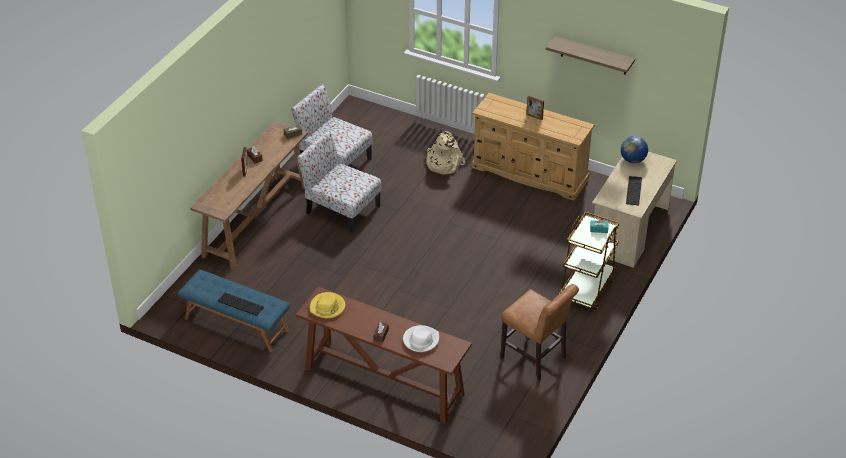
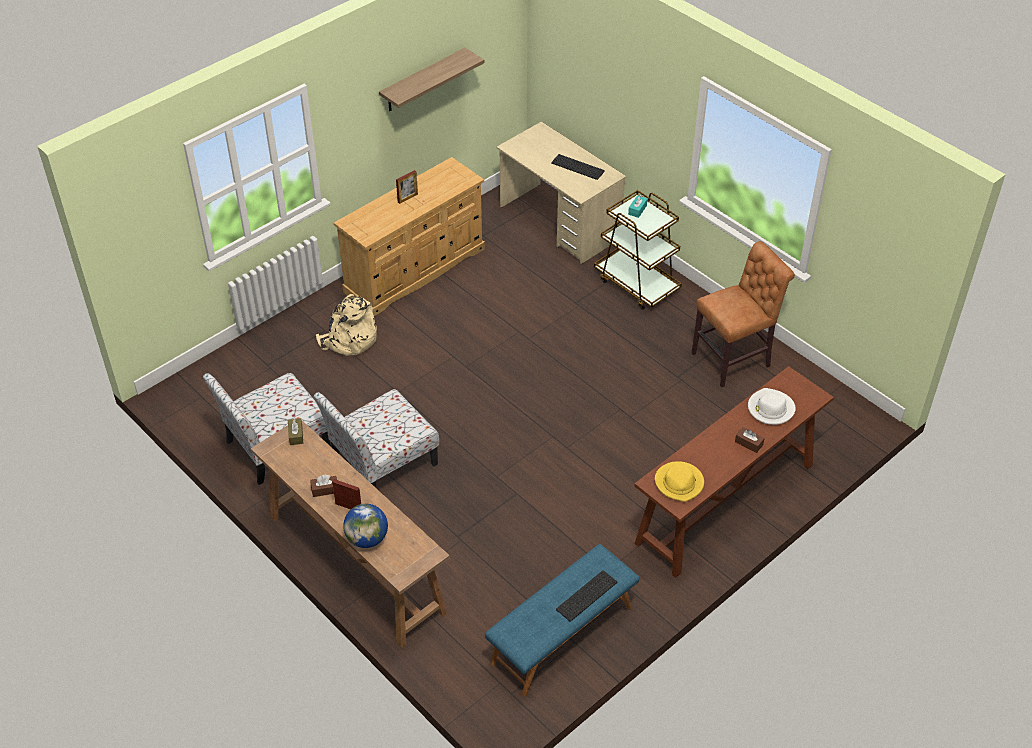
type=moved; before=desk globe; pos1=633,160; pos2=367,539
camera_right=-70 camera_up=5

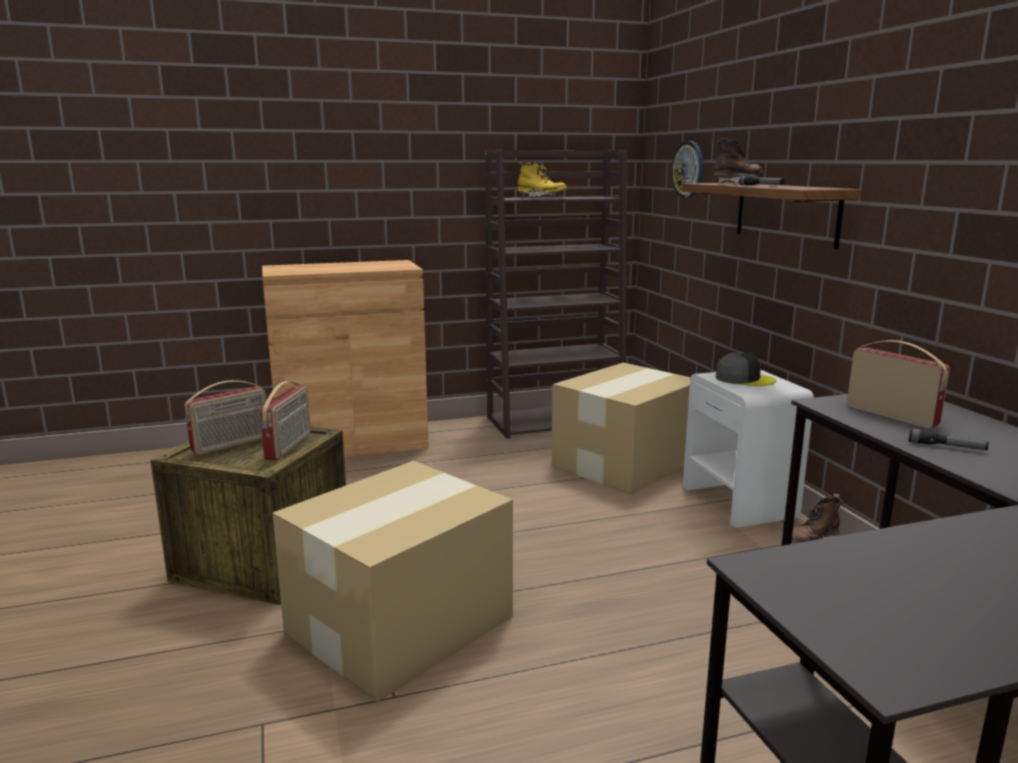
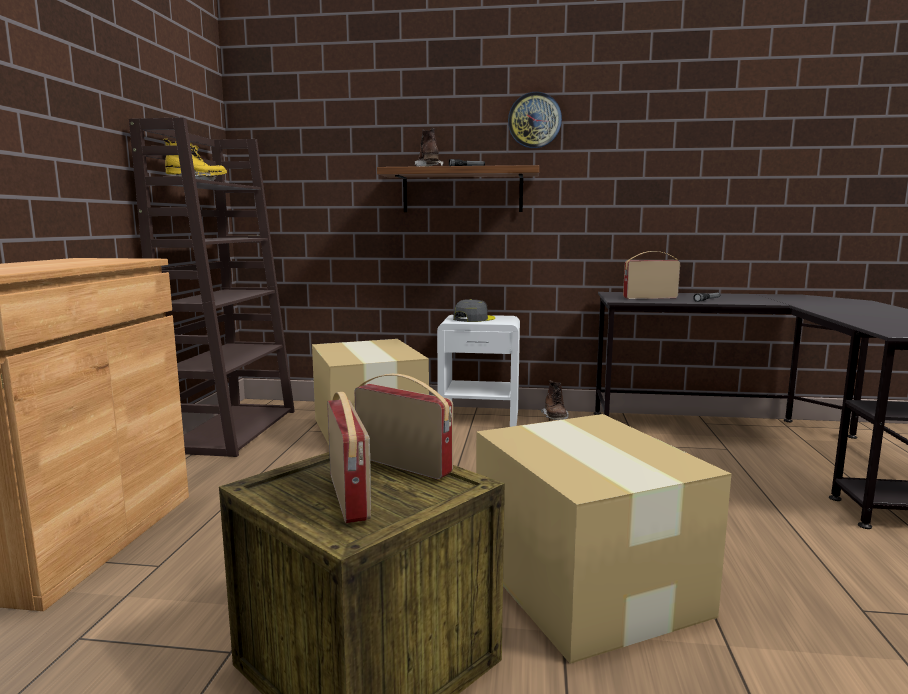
type=moved; before=hanging clock; pos1=688,169; pos2=534,120
camera_right=-65 camera_up=-5

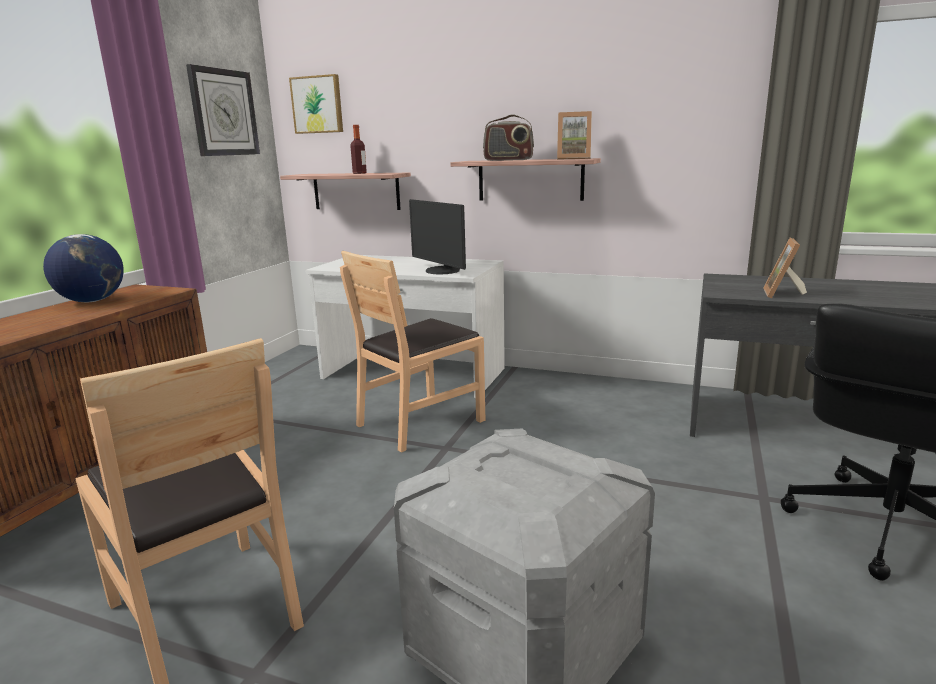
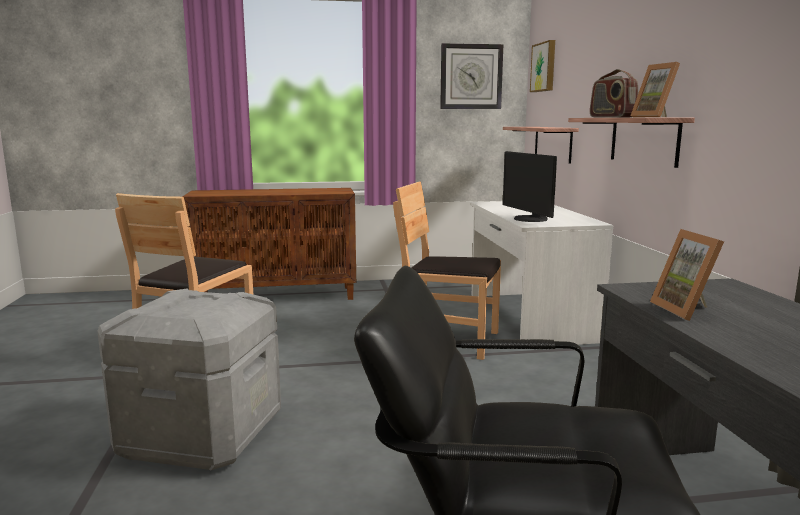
type=turned; before=computer screen; pos1=441,271; pos2=529,219; turn=-45
type=turned; before=photo frame; pos1=783,294; pos2=687,310; turn=-90
type=removed; before=desk globe; pos1=92,301
type=removed; before=bottle; pos1=359,173
camera_right=60 camera_up=-5

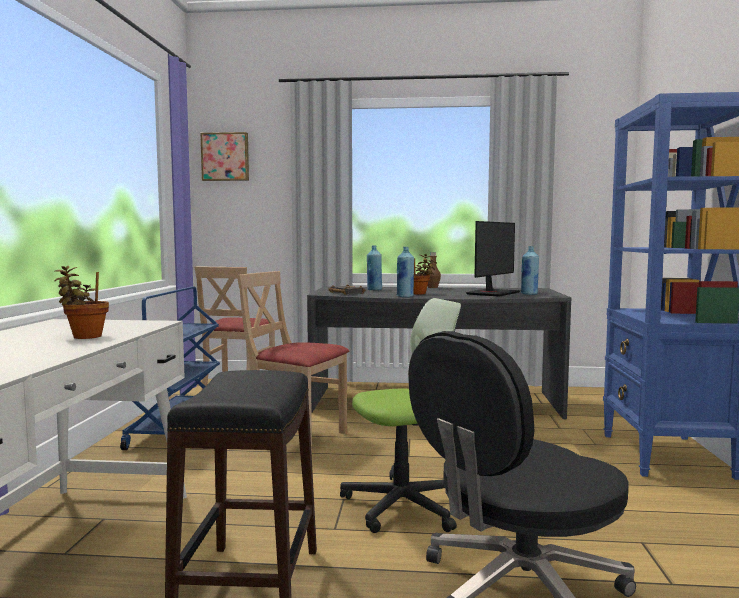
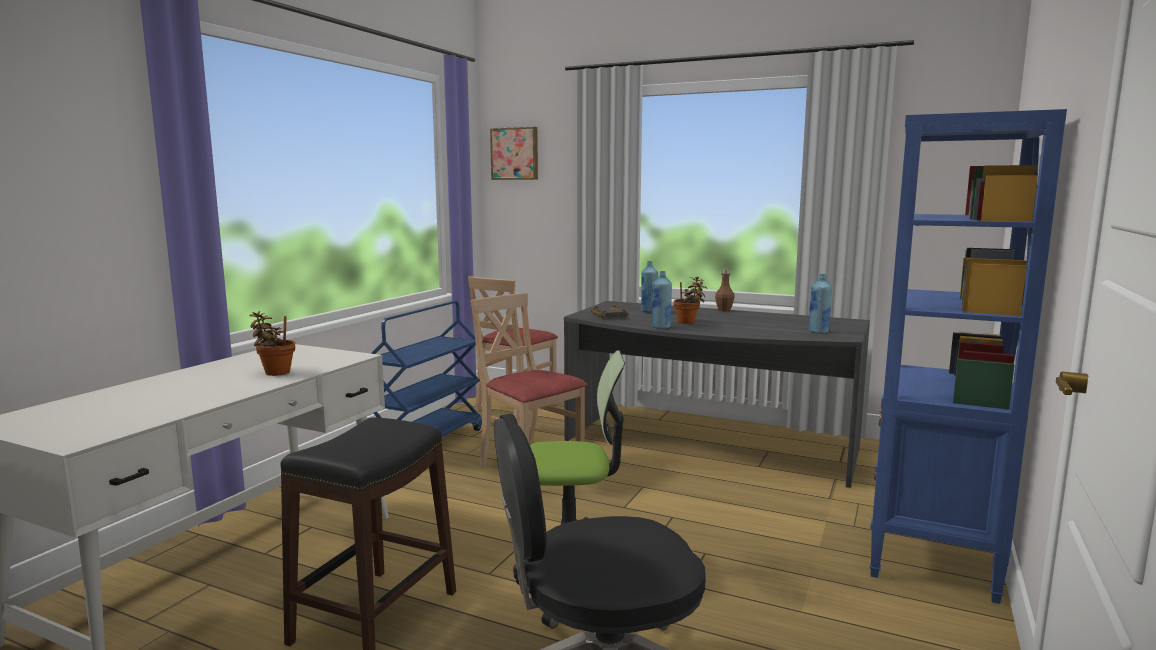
type=removed; before=computer screen; pos1=492,293
camera_right=20 camera_up=5

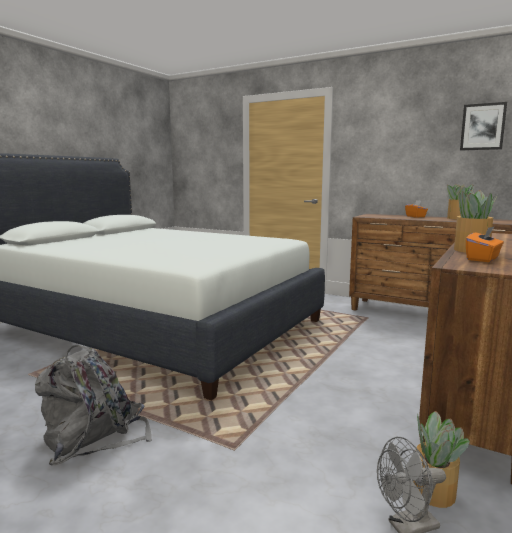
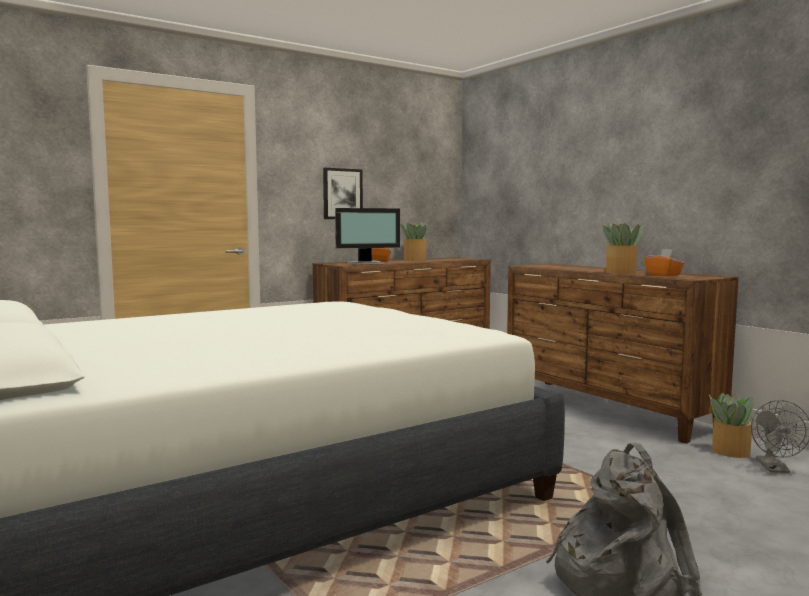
type=moved; before=picture; pos1=483,127; pos2=342,194
type=added; after=computer screen; pos2=366,263
camera_right=-65 camera_up=-5

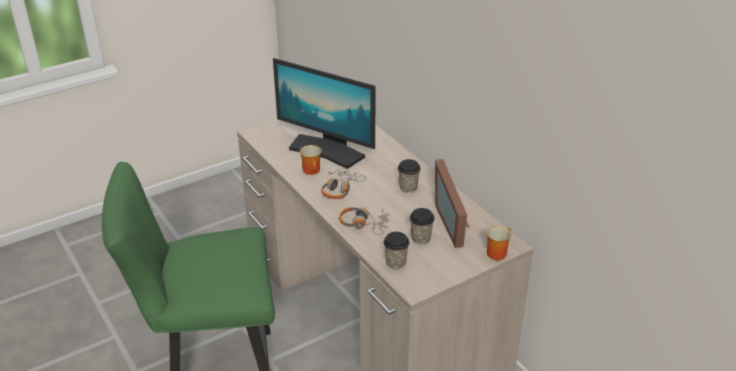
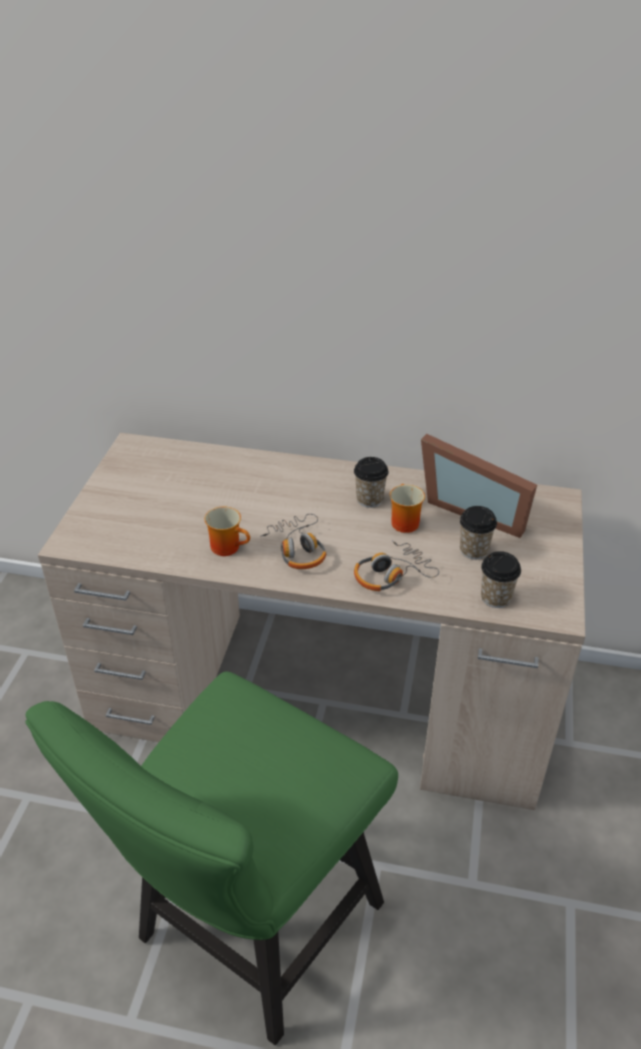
type=moved; before=mug; pos1=496,252; pos2=402,522
type=removed; before=computer screen; pos1=327,151
camera_right=-45 camera_up=5

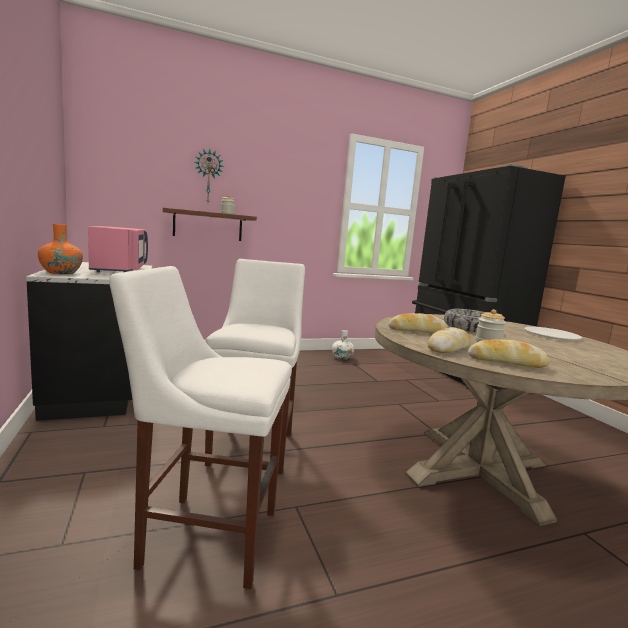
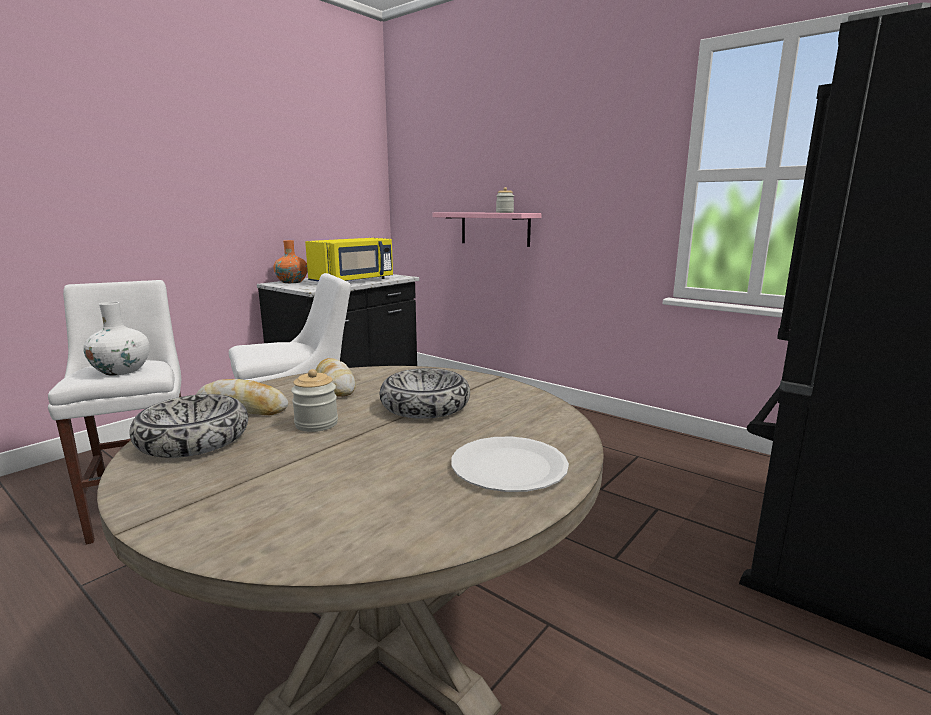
type=moved; before=whitish vase; pos1=342,357; pos2=121,371
type=replaced; before=baked bread; after=bowl; pos1=506,362; pos2=193,440
type=recoloured; before=pink-coloured kitchen microwave; after=yellow-coloured kitchen microwave; pos1=120,269; pos2=354,281
type=recoloured; before=brown bracket shelf; after=pink-coloured bracket shelf; pos1=208,225; pos2=495,228
type=removed; before=hanging clock; pos1=208,176
camera_right=60 camera_up=5

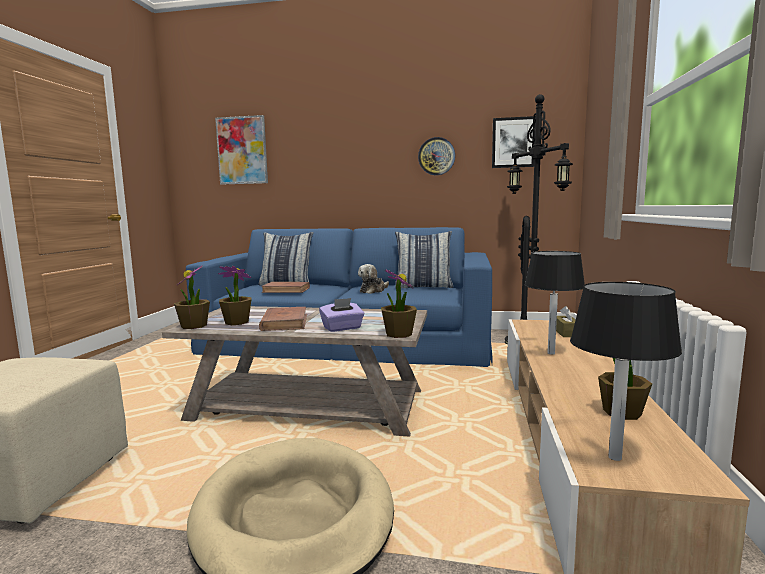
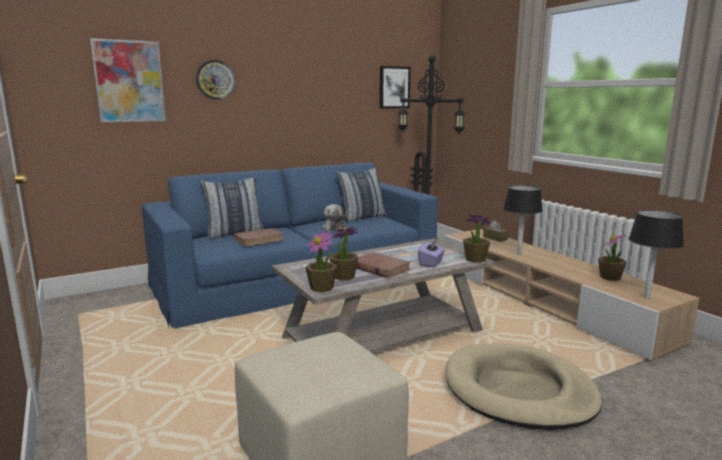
type=moved; before=hanging clock; pos1=436,156; pos2=215,80
camera_right=-40 camera_up=5

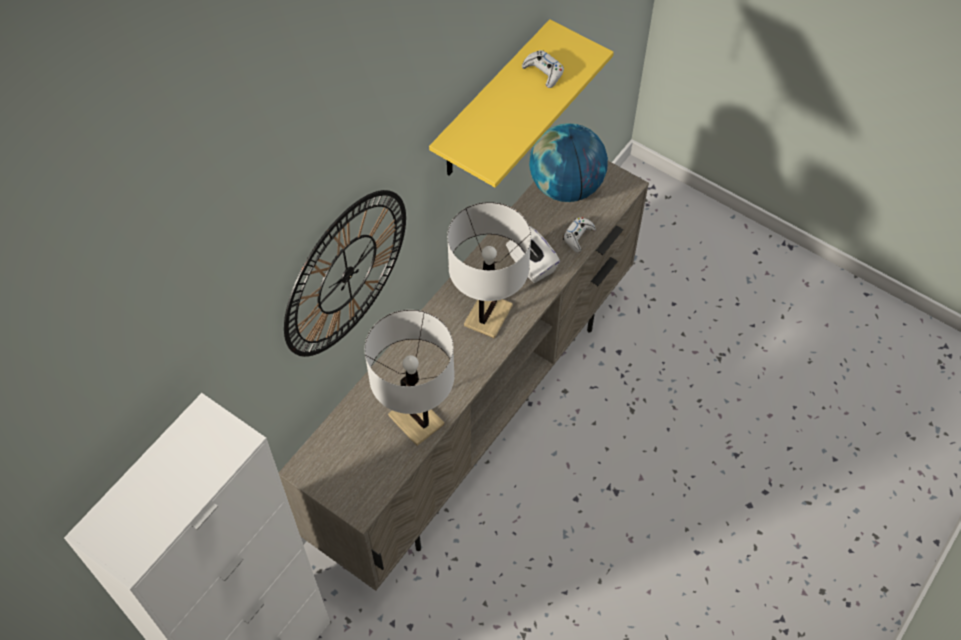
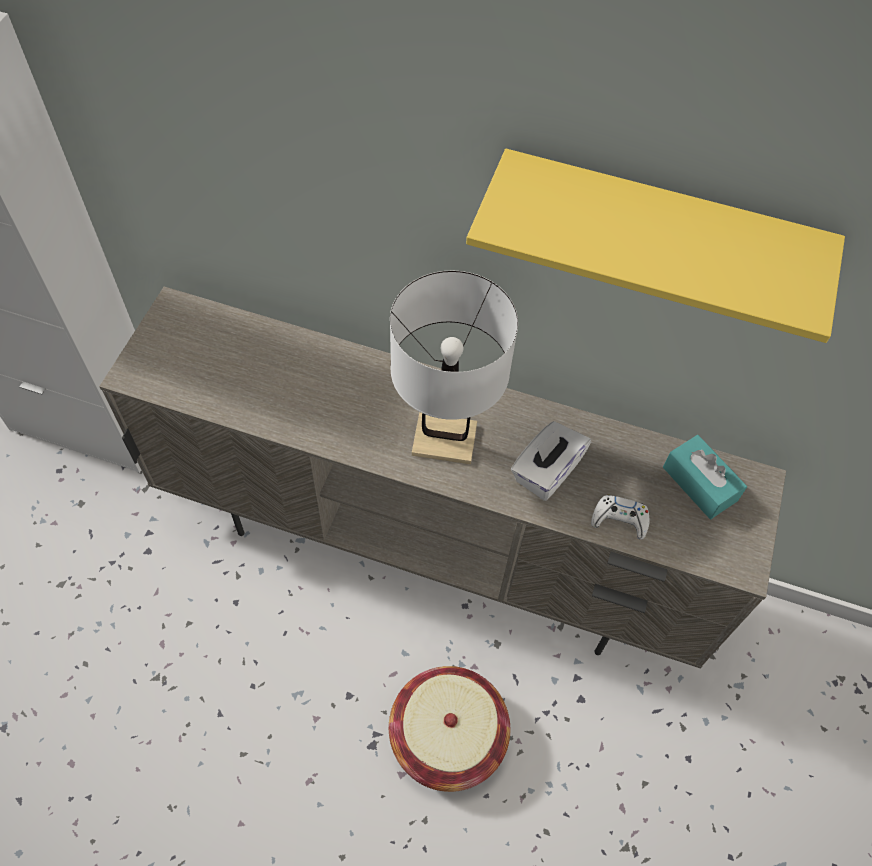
type=added; after=storage basket; pos2=447,736
type=replaced; before=desk globe; after=turquoise tissue holder; pos1=566,186; pos2=699,484
type=removed; before=hanging clock; pos1=346,274
type=removed; before=whitish table lamp; pos1=416,420
type=removed; before=whitish game controller; pos1=543,72
camera_right=70 camera_up=0

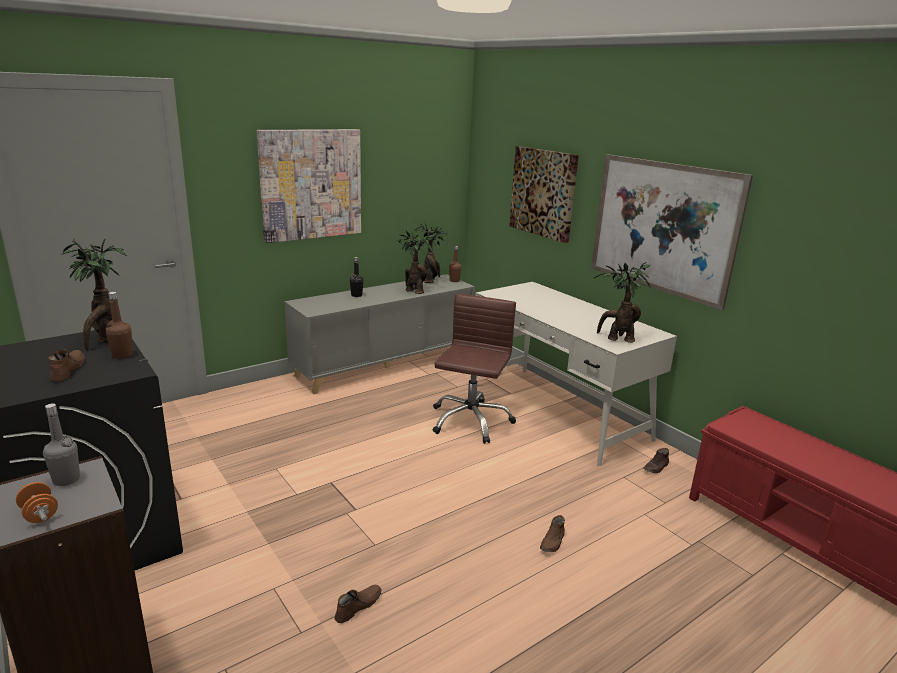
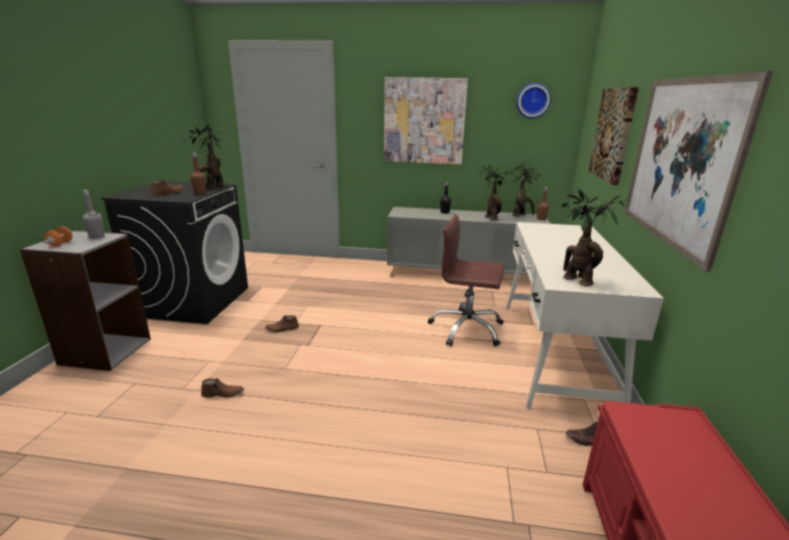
type=moved; before=brown low shoe; pos1=553,542; pos2=282,329
type=turned; before=brown office chair; pos1=470,421; pos2=466,329; turn=-135
type=added; after=hanging clock; pos2=533,100
camera_right=45 camera_up=0

